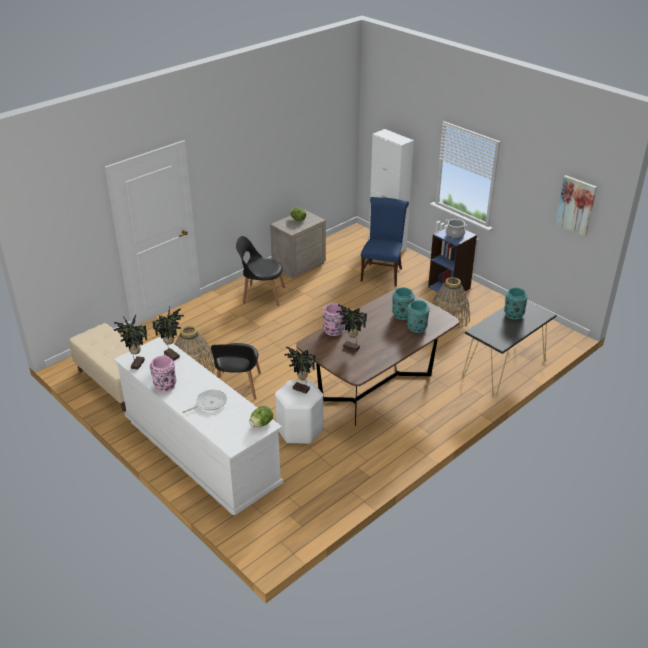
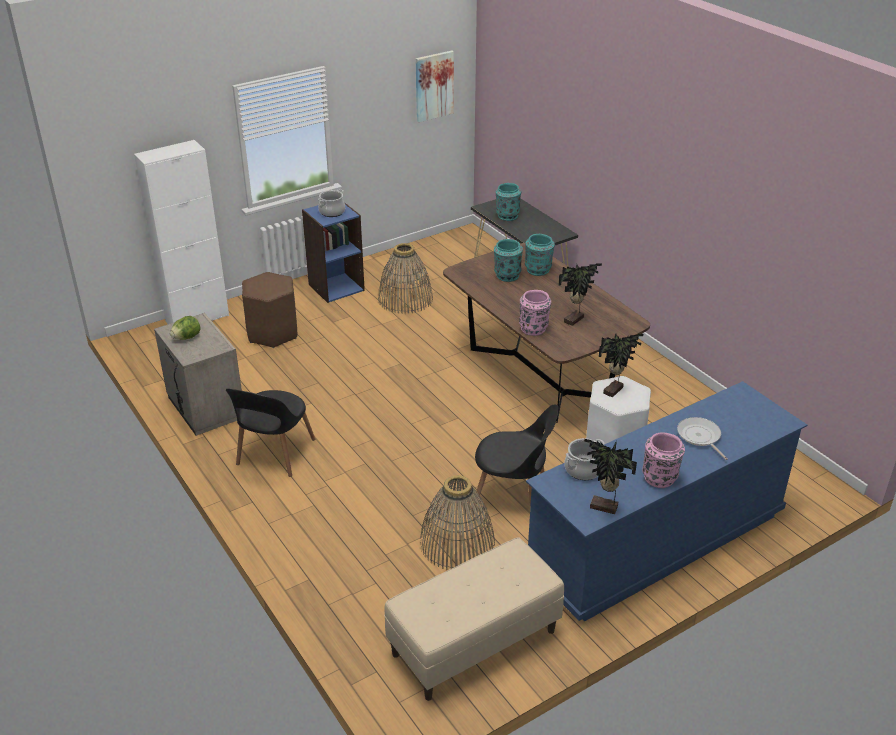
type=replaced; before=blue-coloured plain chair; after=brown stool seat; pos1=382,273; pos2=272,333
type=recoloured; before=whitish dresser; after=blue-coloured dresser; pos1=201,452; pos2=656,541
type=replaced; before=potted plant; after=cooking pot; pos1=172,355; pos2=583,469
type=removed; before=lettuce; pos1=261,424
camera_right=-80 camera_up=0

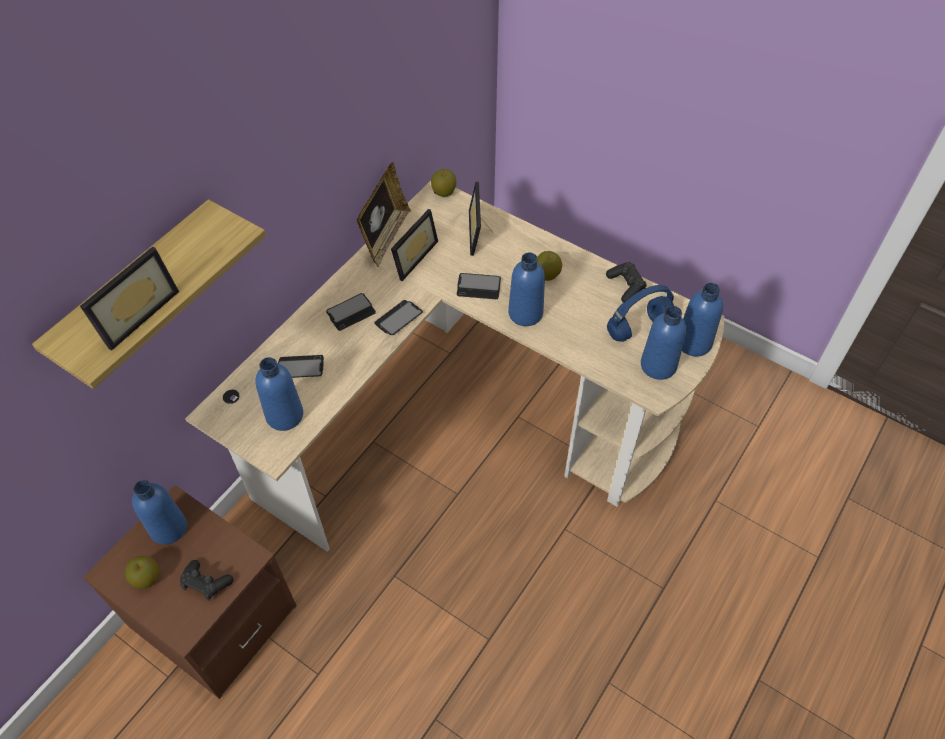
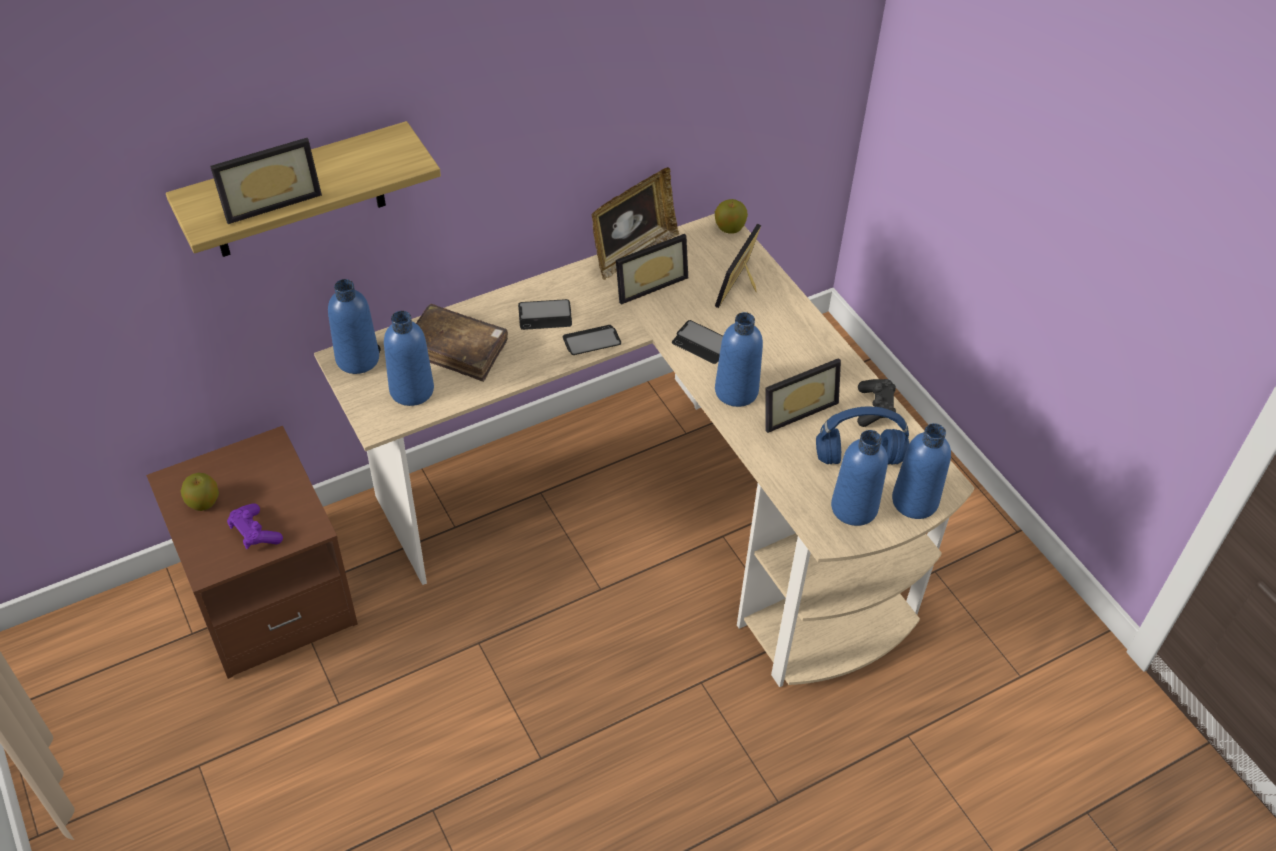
type=recoloured; before=black-coloured game controller; after=purple game controller; pos1=206,584; pos2=255,533
type=moved; before=blue-coloured bottle; pos1=168,528; pos2=357,359
type=replaced; before=handset; after=brown bound book; pos1=300,367; pos2=457,350
type=added; after=photo frame; pos2=794,408
type=removed; before=whole apple; pos1=547,275
camera_right=25 camera_up=-5

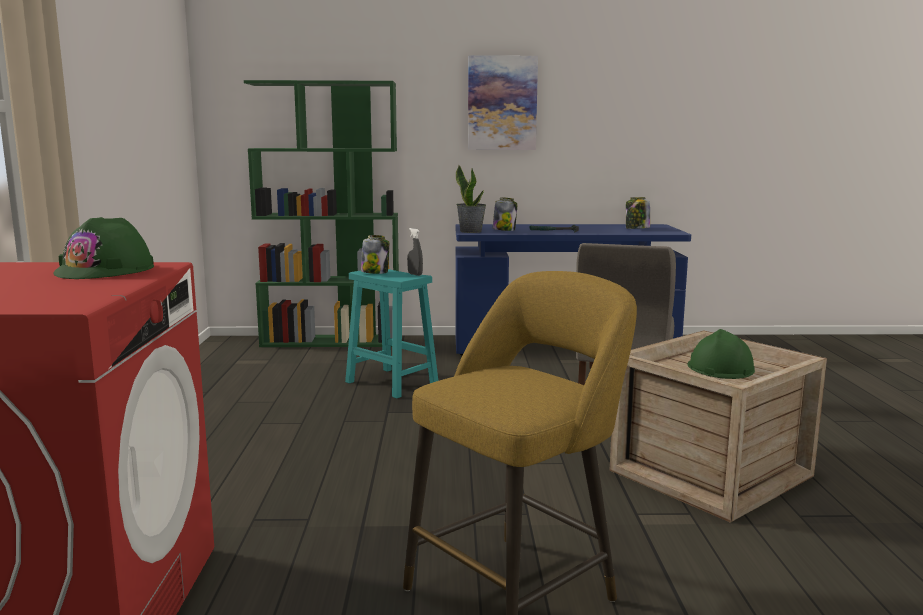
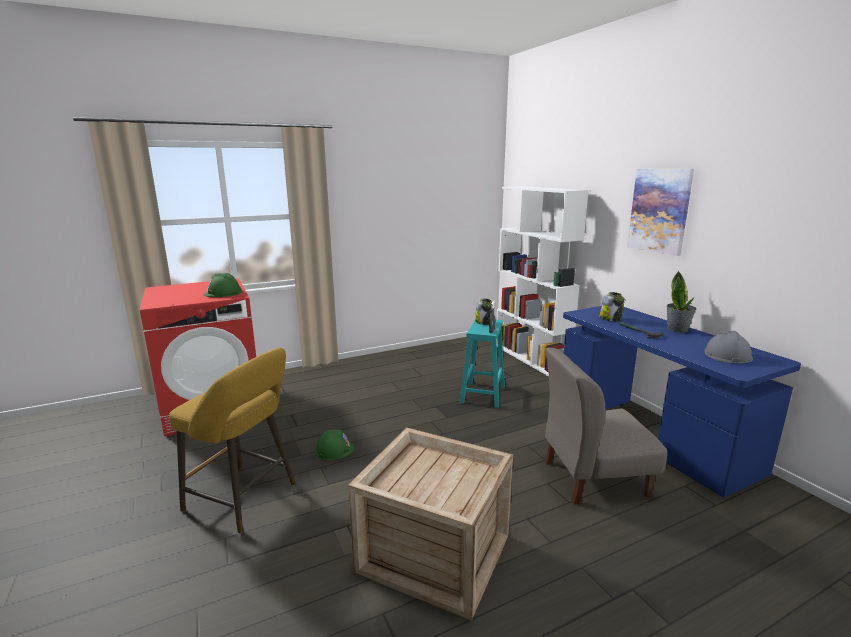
type=moved; before=green-coloured safety helmet; pos1=720,368; pos2=334,449
type=recoloured; before=green-coloured bookcase; after=whitish bookcase; pos1=332,341; pos2=531,358
type=moved; before=potted plant; pos1=471,231; pos2=677,329
type=replaced; before=jar; after=gray safety helmet; pos1=637,228; pos2=727,355
camera_right=65 camera_up=5

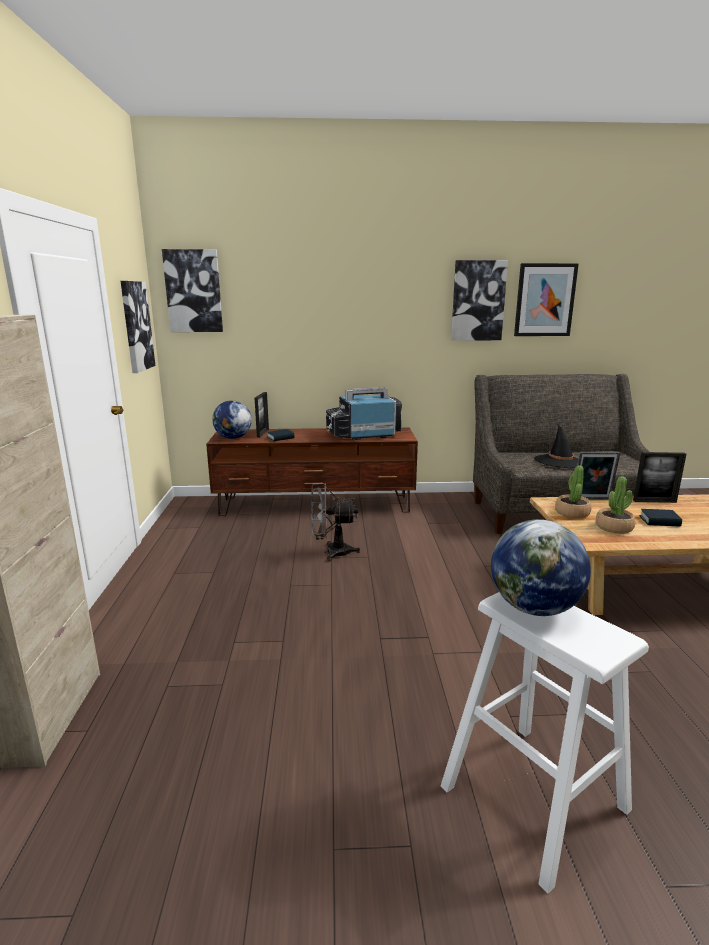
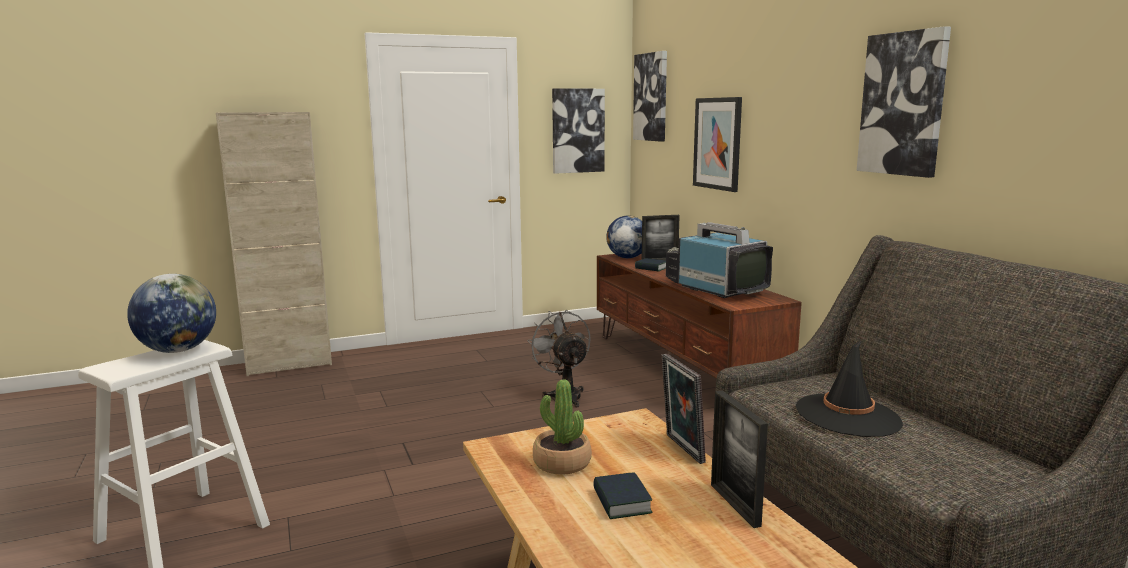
type=moved; before=picture; pos1=545,300; pos2=717,143
type=removed; before=potted plant; pos1=572,513
camera_right=70 camera_up=-5

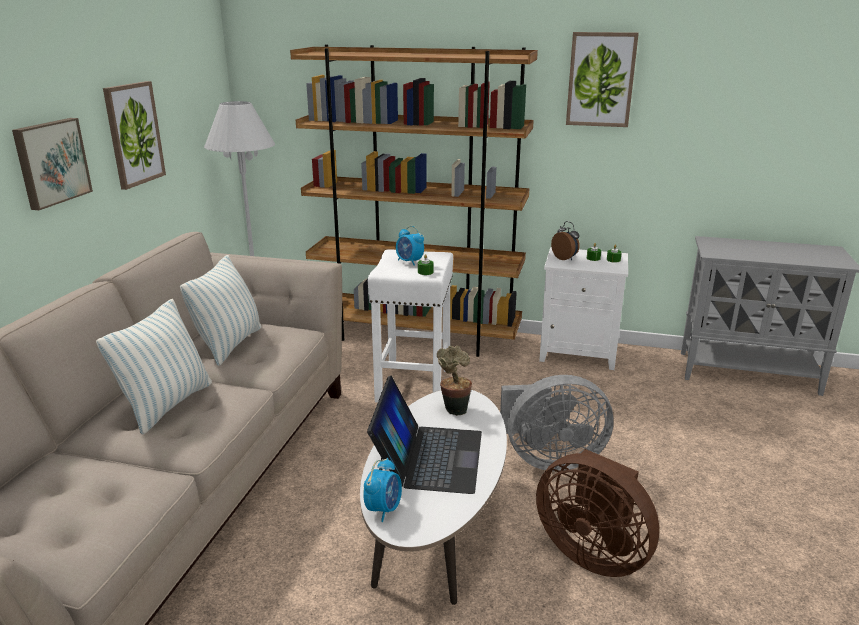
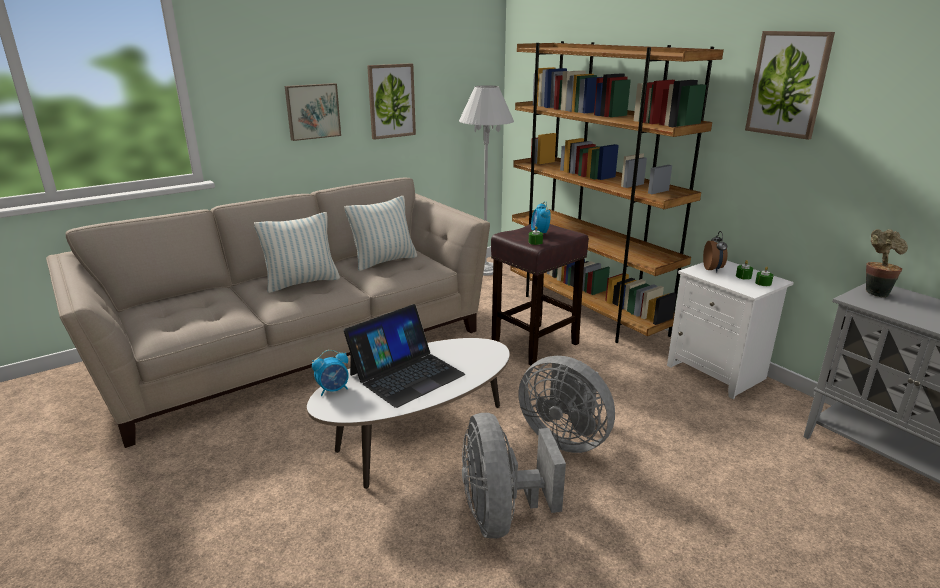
type=recoloured; before=brown fan; after=gray fan; pos1=592,552; pos2=501,515
type=recoloured; before=whitish stool seat; after=brown stool seat; pos1=413,386; pos2=534,345
type=moved; before=potted plant; pos1=454,409; pos2=875,292
camera_right=40 camera_up=0

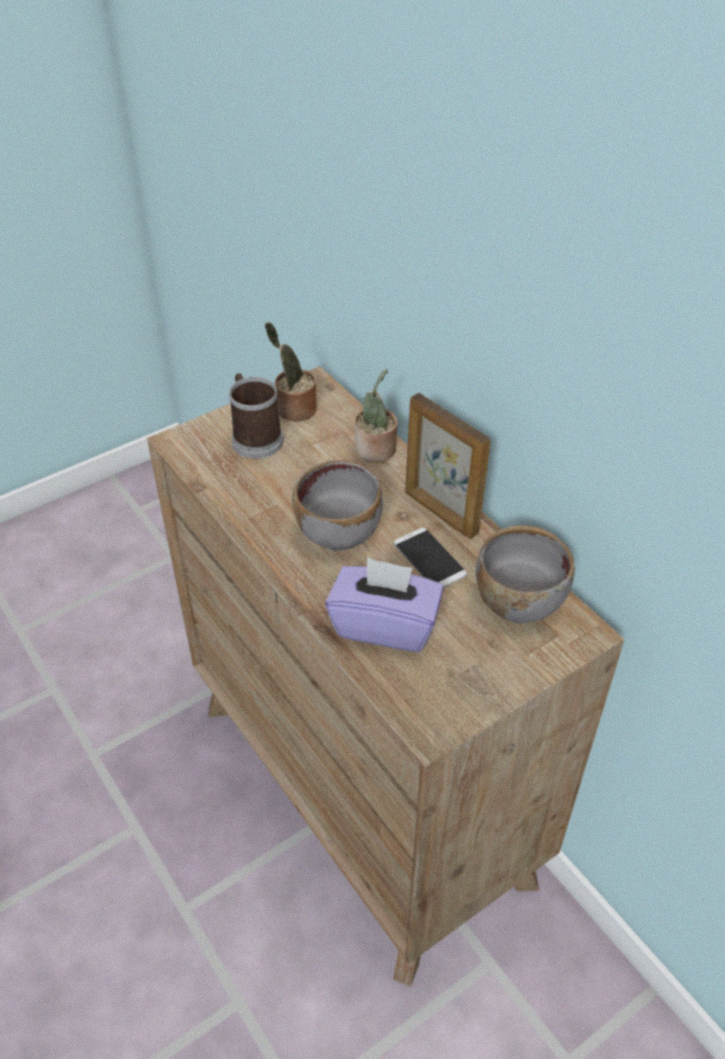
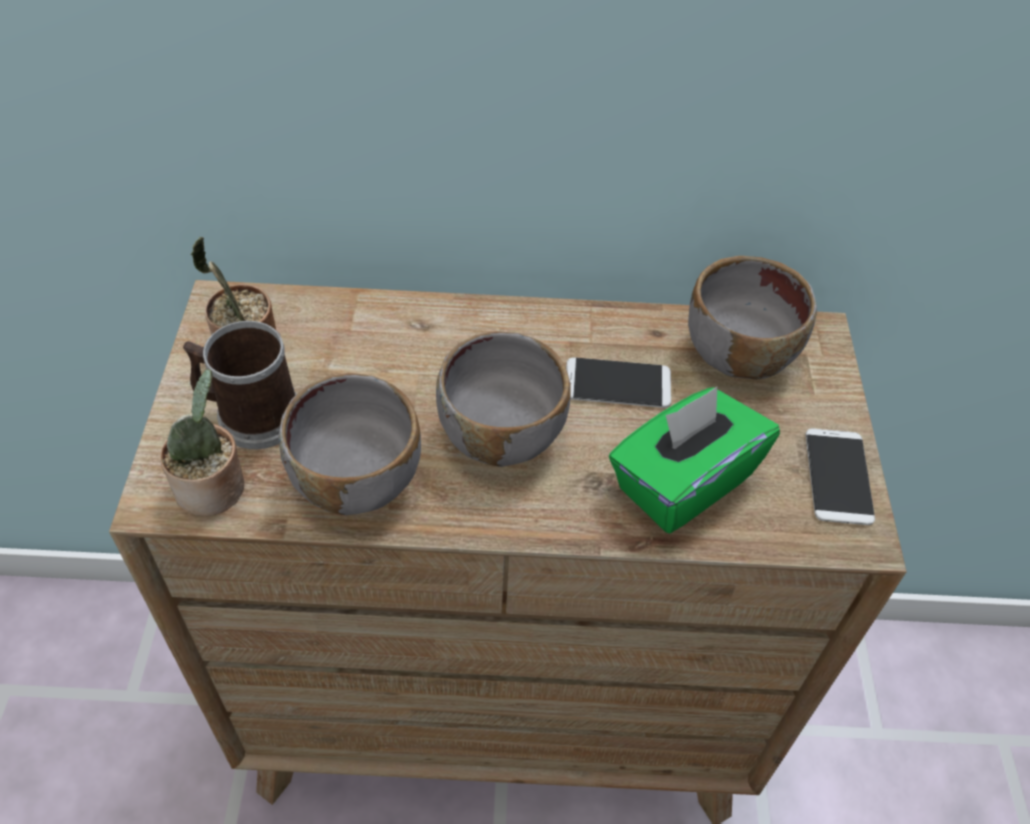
type=moved; before=potted plant; pos1=376,451; pos2=214,489
type=added; after=gray bowl; pos2=357,480
type=recoloured; before=purple tissue holder; after=green-coloured tissue holder; pos1=385,625; pos2=682,482
type=added; after=handset; pos2=838,477
type=removed; before=photo frame; pos1=440,513
camera_right=-55 camera_up=5

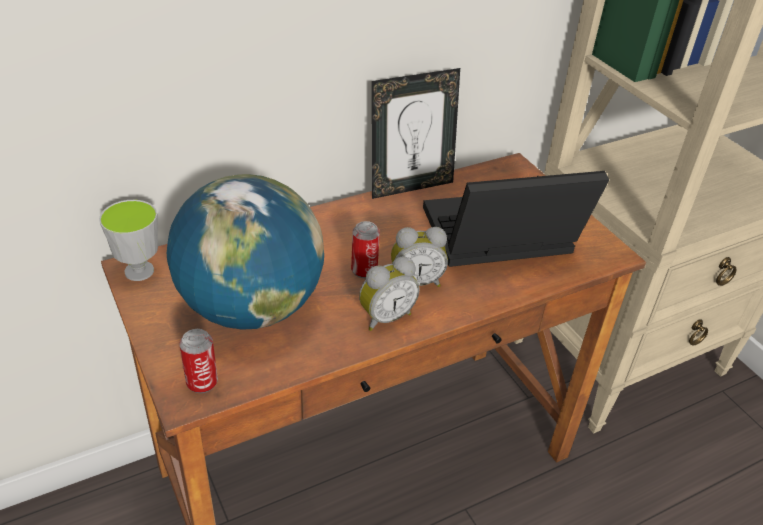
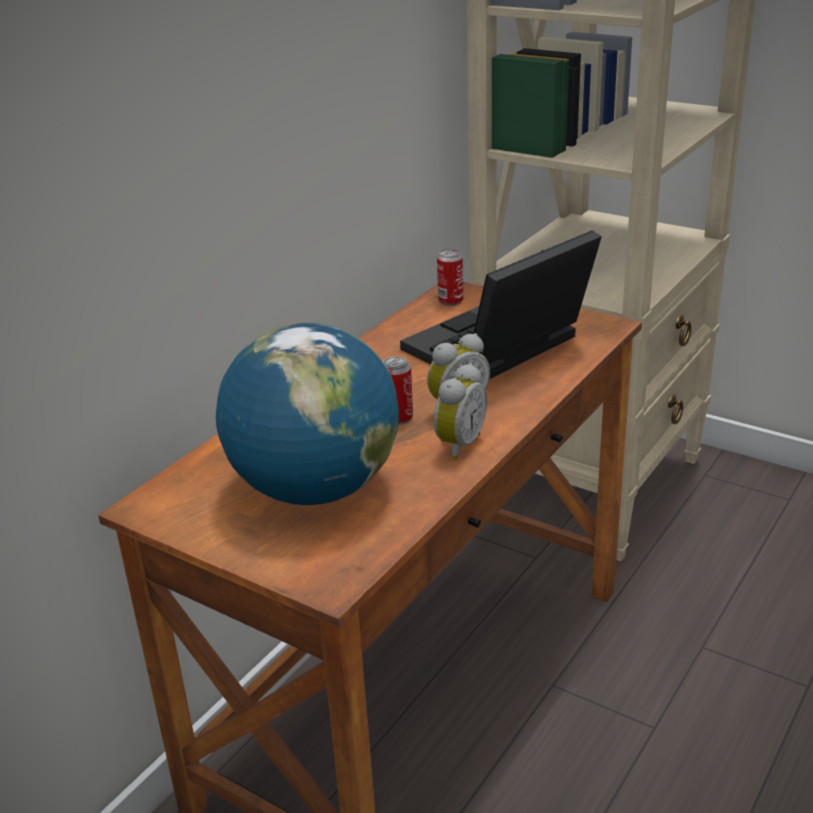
type=moved; before=metal can; pos1=202,383; pos2=450,301
type=removed; before=small cup; pos1=139,271
type=removed; before=photo frame; pos1=410,186
camera_right=-25 camera_up=-10

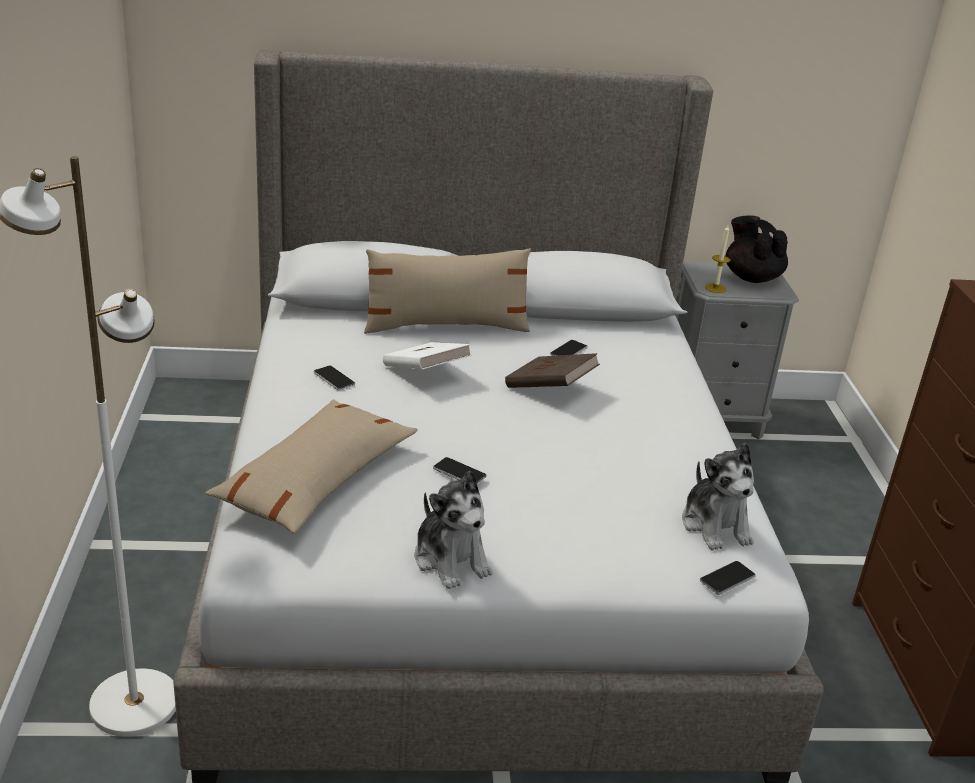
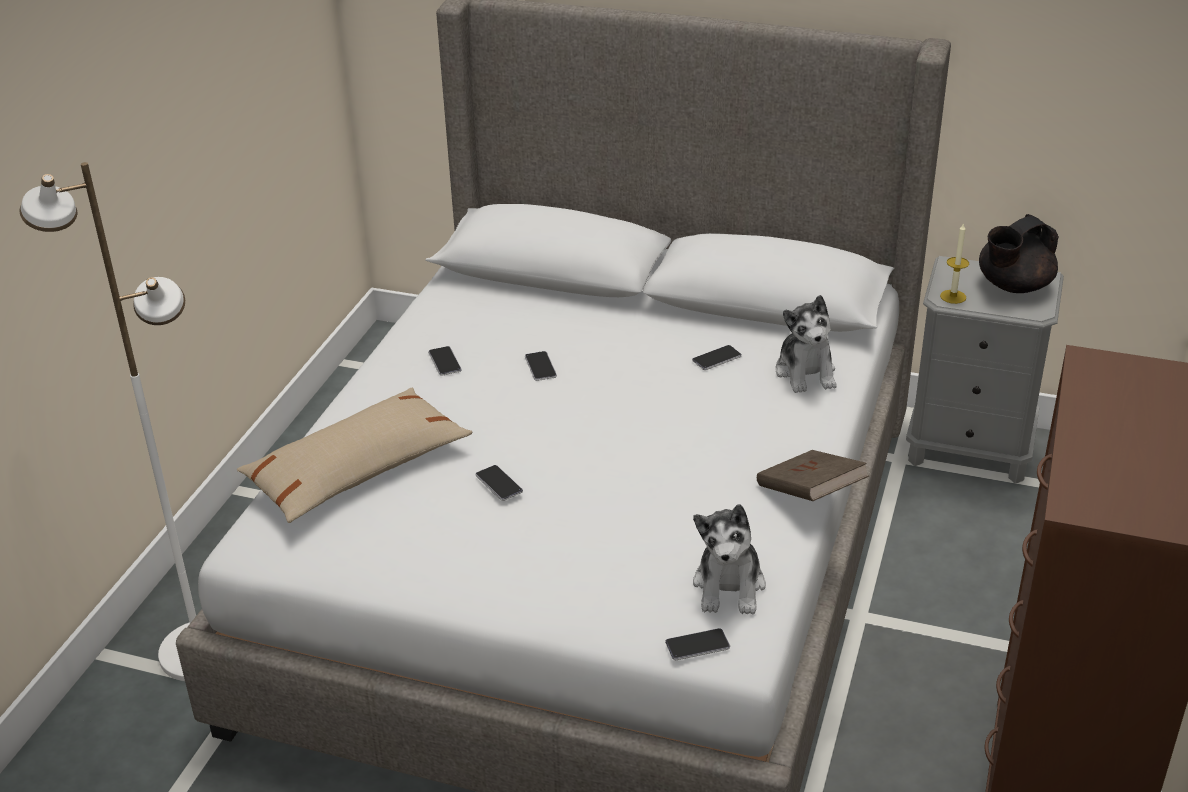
type=replaced; before=whitish bound book; after=handset; pos1=425,373; pos2=540,367
type=moved; before=brown bound book; pos1=549,389; pos2=809,494
type=moved; before=soft toy; pos1=451,560; pos2=806,372
type=turned; before=black-coloured pot for tea; pos1=751,277; pos2=1013,286; turn=-120
type=removed; before=beige pillow; pos1=446,326
camera_right=25 camera_up=5

